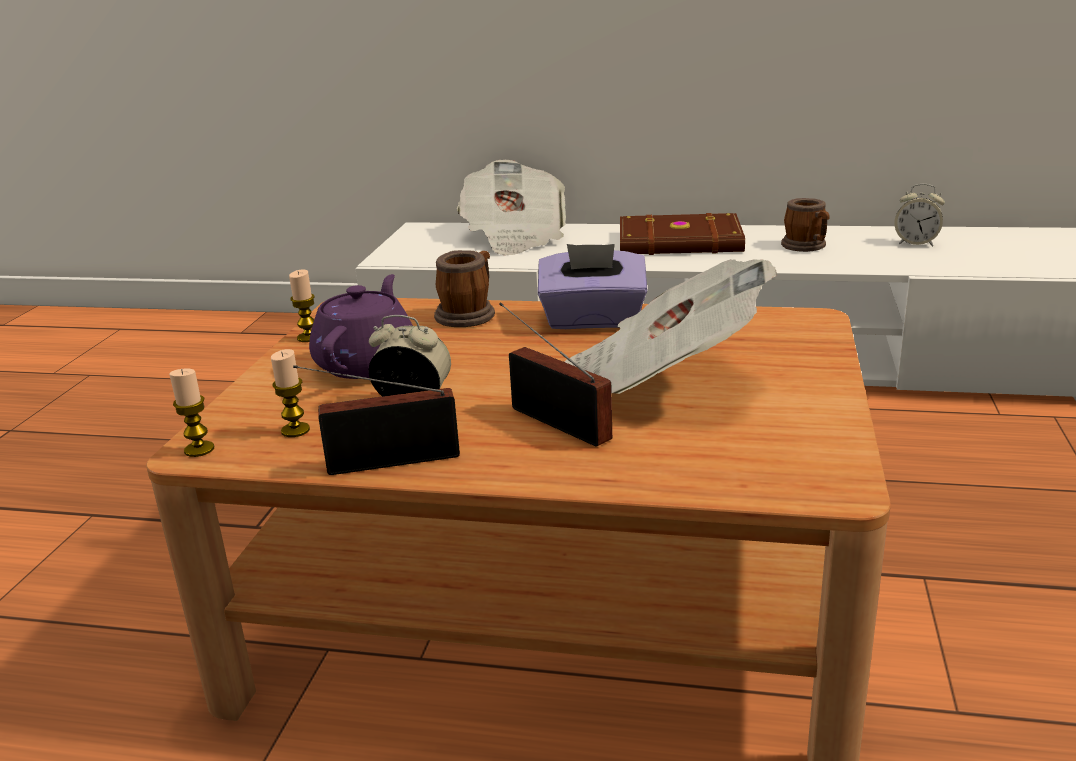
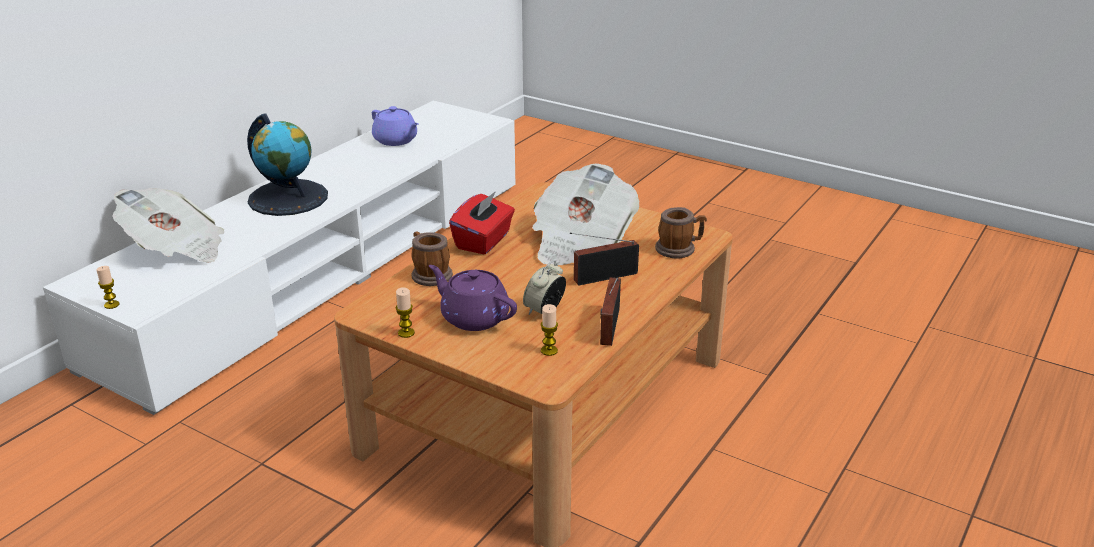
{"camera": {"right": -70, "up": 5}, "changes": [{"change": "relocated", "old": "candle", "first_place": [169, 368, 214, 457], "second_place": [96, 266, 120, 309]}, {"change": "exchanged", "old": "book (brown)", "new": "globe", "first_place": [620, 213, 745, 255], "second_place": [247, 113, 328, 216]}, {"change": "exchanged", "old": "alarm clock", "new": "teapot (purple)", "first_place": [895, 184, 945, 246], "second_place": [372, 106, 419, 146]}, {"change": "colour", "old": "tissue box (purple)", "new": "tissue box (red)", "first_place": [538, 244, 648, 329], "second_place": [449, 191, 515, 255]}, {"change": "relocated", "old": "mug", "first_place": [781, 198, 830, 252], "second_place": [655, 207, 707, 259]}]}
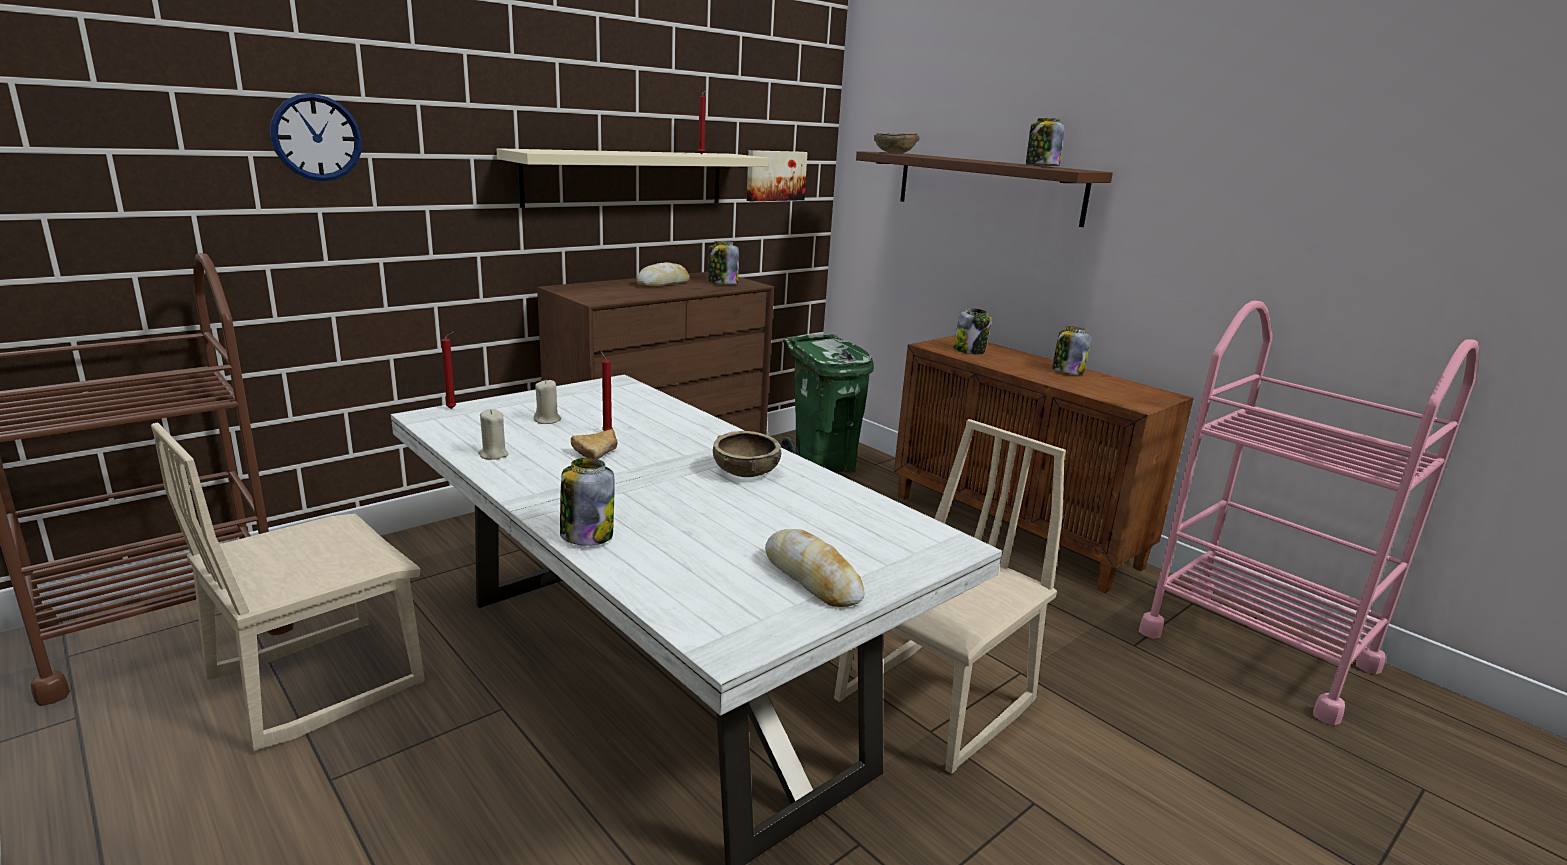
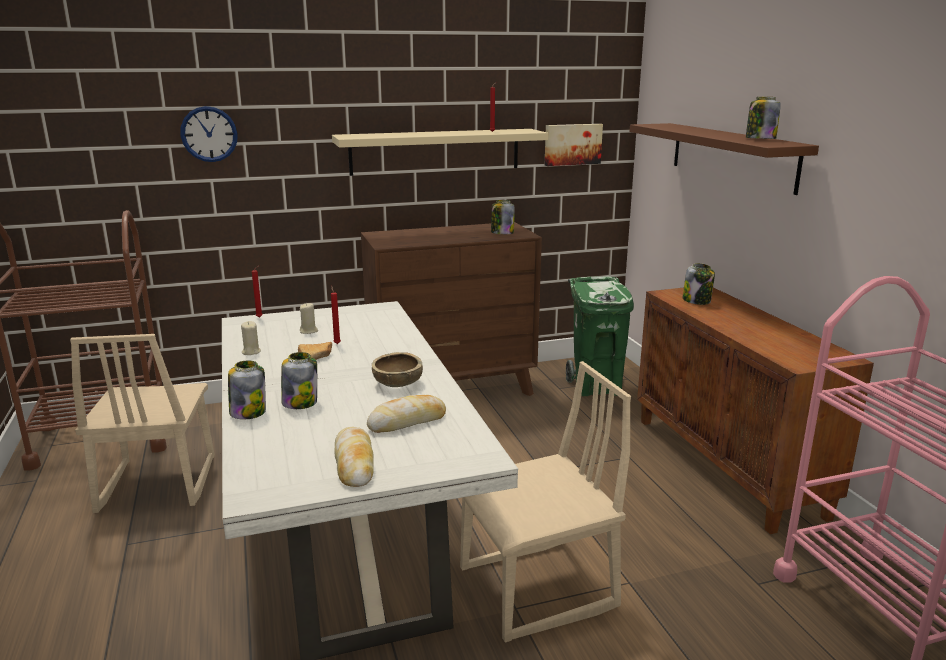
{"camera": {"right": 25, "up": 0}, "changes": [{"change": "spun", "old": "chair (beige)", "first_place": [151, 423, 425, 751], "second_place": [70, 334, 215, 513], "degrees": -75}, {"change": "relocated", "old": "jar", "first_place": [1052, 326, 1091, 375], "second_place": [281, 352, 317, 409]}, {"change": "relocated", "old": "bread", "first_place": [637, 262, 689, 287], "second_place": [367, 395, 446, 433]}, {"change": "missing", "old": "bowl (brown)", "first_place": [874, 133, 919, 154]}]}
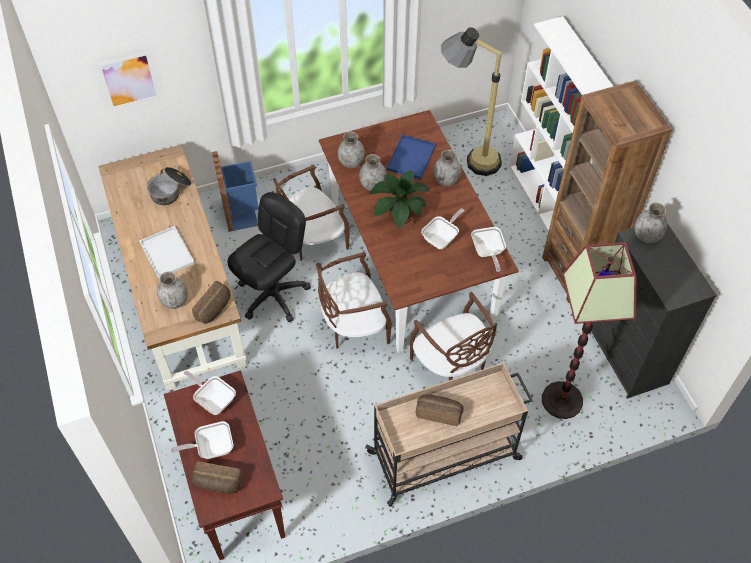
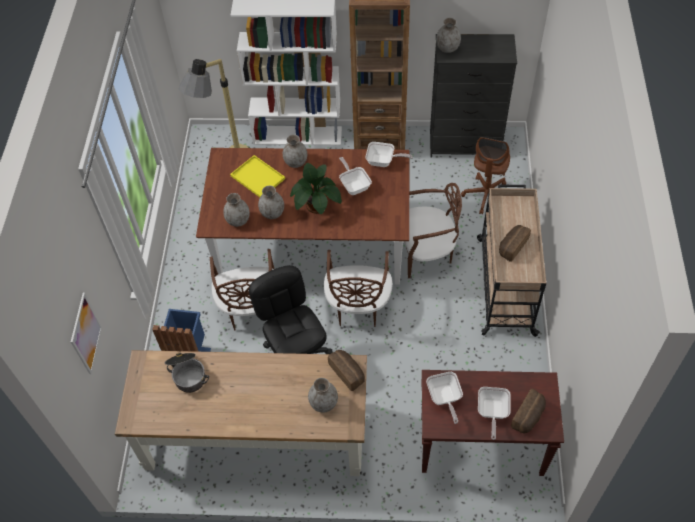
{"camera": {"right": -65, "up": 0}, "changes": [{"change": "colour", "old": "tray (blue)", "new": "tray (yellow)", "first_place": [387, 135, 436, 179], "second_place": [230, 155, 285, 197]}, {"change": "spun", "old": "frying pan", "first_place": [184, 371, 236, 415], "second_place": [426, 372, 463, 424], "degrees": -75}, {"change": "exchanged", "old": "floor lamp", "new": "office chair (brown)", "first_place": [542, 242, 636, 419], "second_place": [461, 137, 510, 215]}, {"change": "missing", "old": "tray (white)", "first_place": [139, 226, 195, 279]}]}
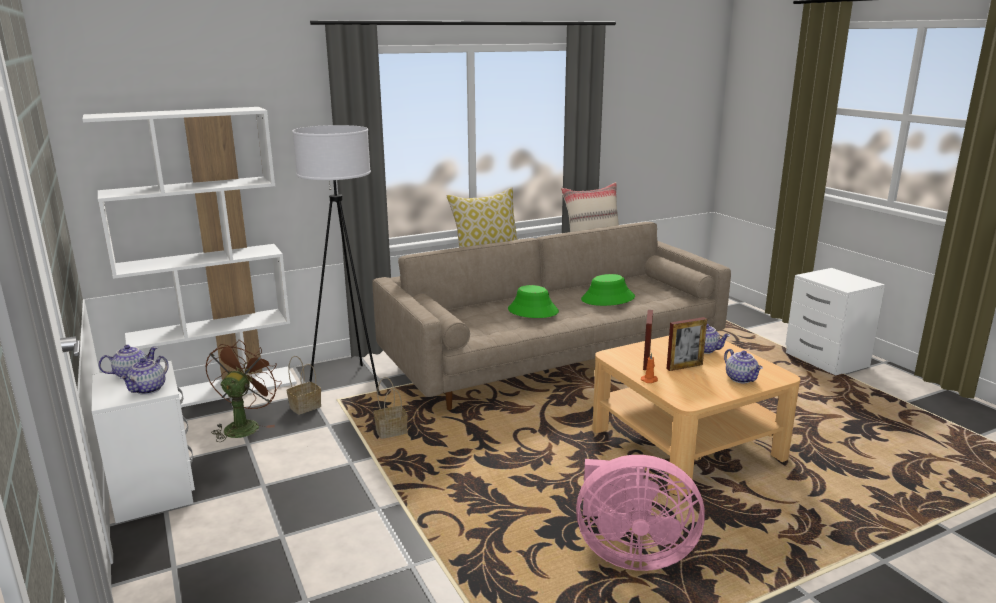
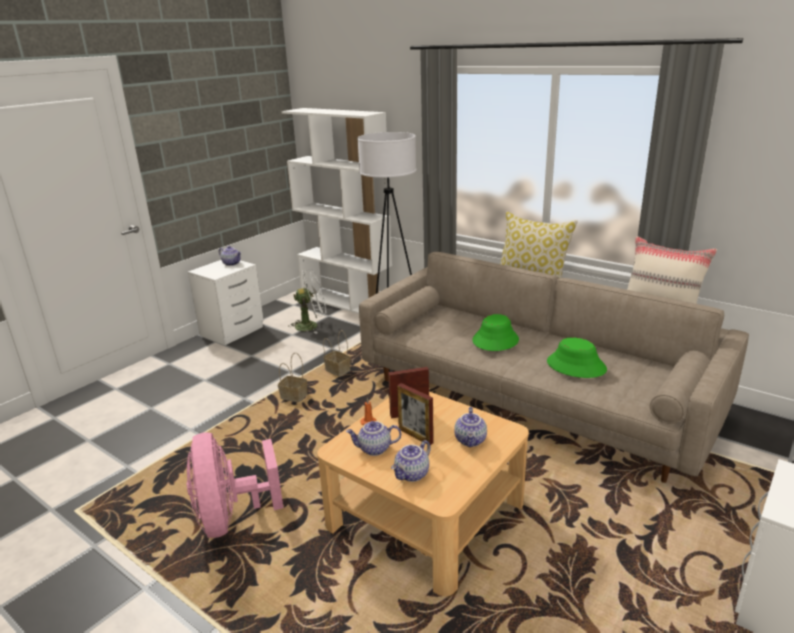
{"camera": {"right": 65, "up": 5}, "changes": [{"change": "relocated", "old": "basket", "first_place": [287, 356, 321, 415], "second_place": [278, 353, 307, 402]}, {"change": "colour", "old": "fan (brown)", "new": "fan (white)", "first_place": [205, 340, 282, 442], "second_place": [288, 269, 326, 334]}, {"change": "relocated", "old": "teapot", "first_place": [120, 356, 169, 395], "second_place": [346, 421, 401, 456]}]}
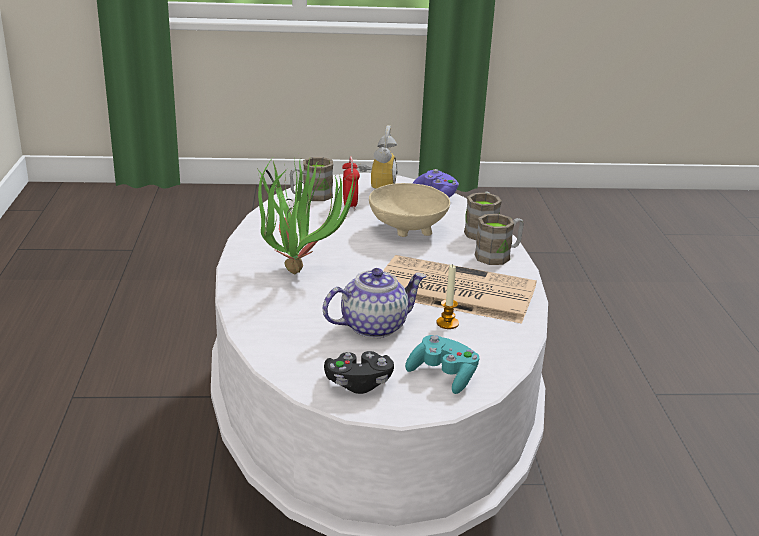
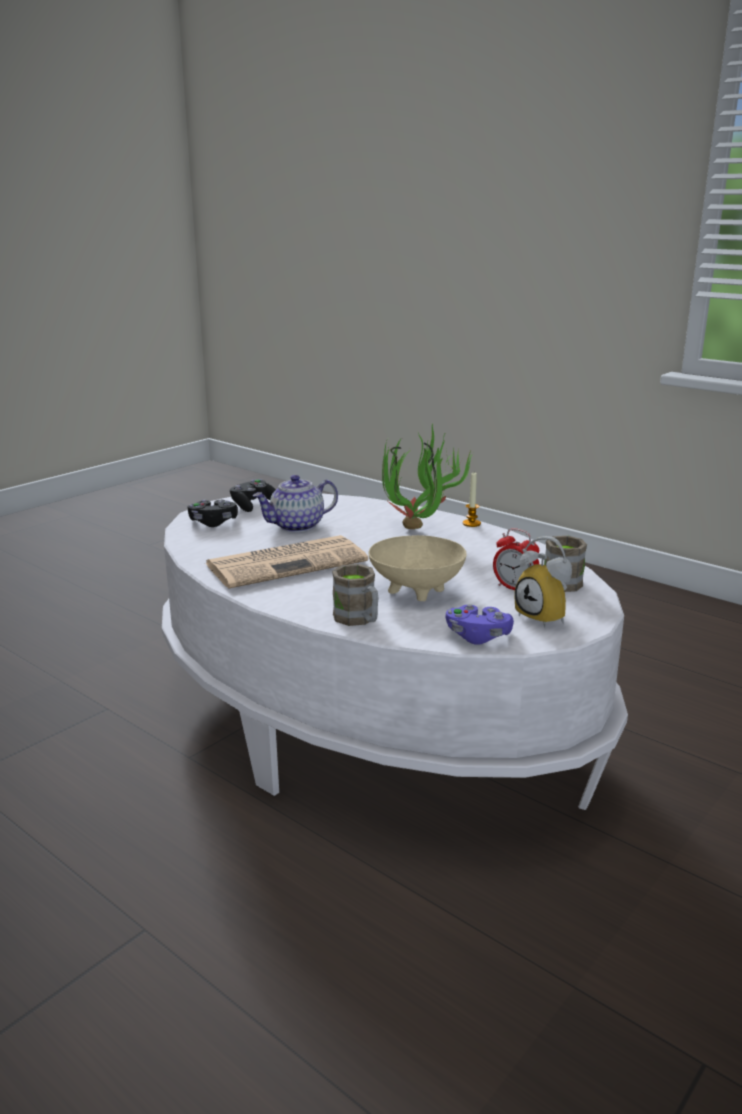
{"camera": {"right": 135, "up": -5}, "changes": [{"change": "colour", "old": "game controller (turquoise)", "new": "game controller (black)", "first_place": [405, 335, 479, 394], "second_place": [188, 500, 238, 527]}, {"change": "spun", "old": "teapot", "first_place": [323, 268, 426, 338], "second_place": [253, 475, 338, 532], "degrees": 45}, {"change": "relocated", "old": "candle", "first_place": [436, 264, 459, 329], "second_place": [463, 472, 481, 527]}, {"change": "missing", "old": "mug (brown)", "first_place": [474, 214, 524, 265]}]}
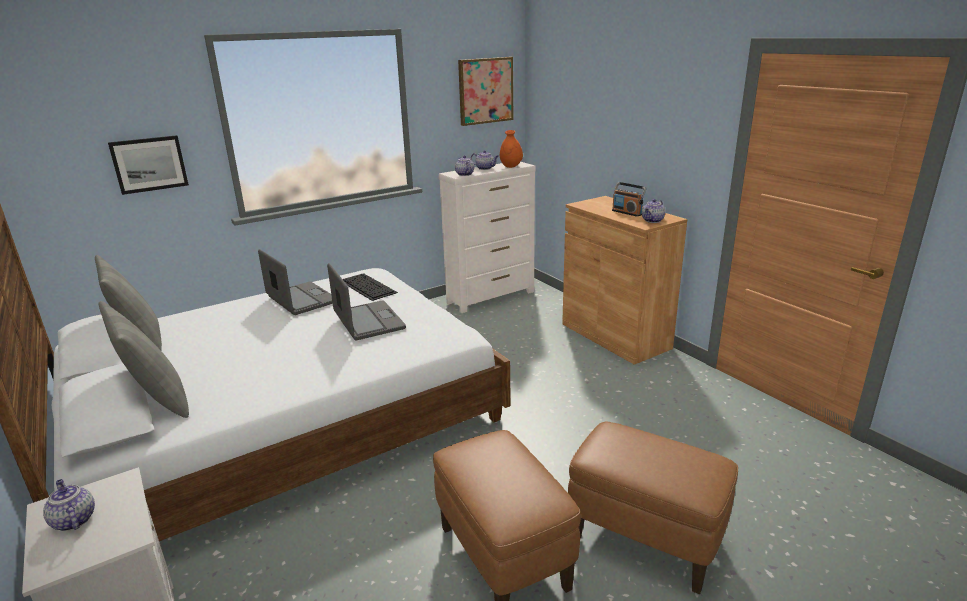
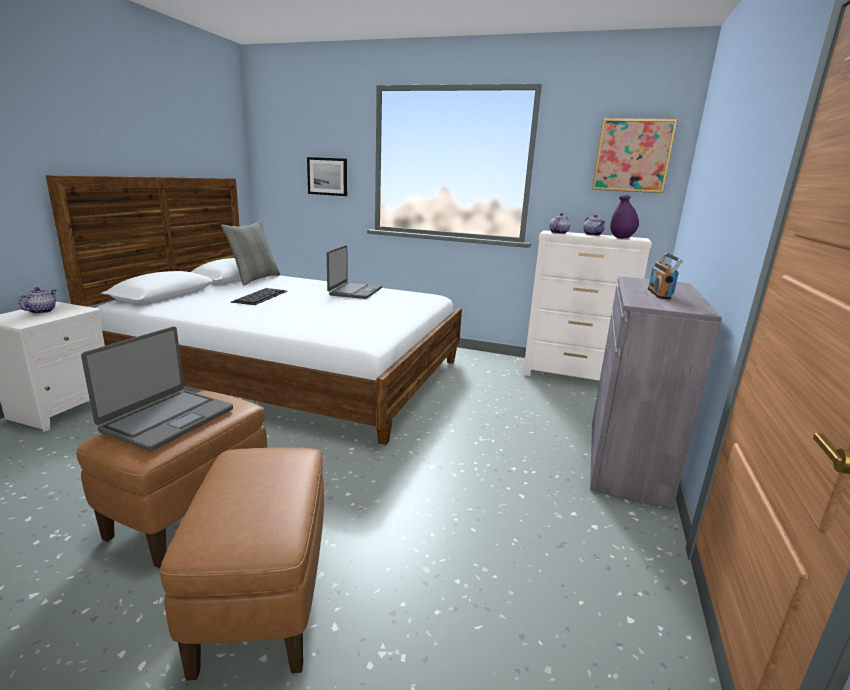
{"camera": {"right": 50, "up": -5}, "changes": [{"change": "relocated", "old": "laptop", "first_place": [327, 263, 406, 340], "second_place": [81, 327, 233, 451]}, {"change": "relocated", "old": "keyboard", "first_place": [343, 273, 398, 301], "second_place": [230, 288, 287, 305]}, {"change": "colour", "old": "cabinet (brown)", "new": "cabinet (grey)", "first_place": [562, 196, 687, 365], "second_place": [590, 276, 722, 508]}, {"change": "colour", "old": "vase (orange)", "new": "vase (purple)", "first_place": [500, 130, 523, 168], "second_place": [610, 195, 639, 239]}, {"change": "missing", "old": "pillow (grey)", "first_place": [99, 301, 189, 418]}, {"change": "missing", "old": "teapot", "first_place": [642, 199, 665, 223]}]}
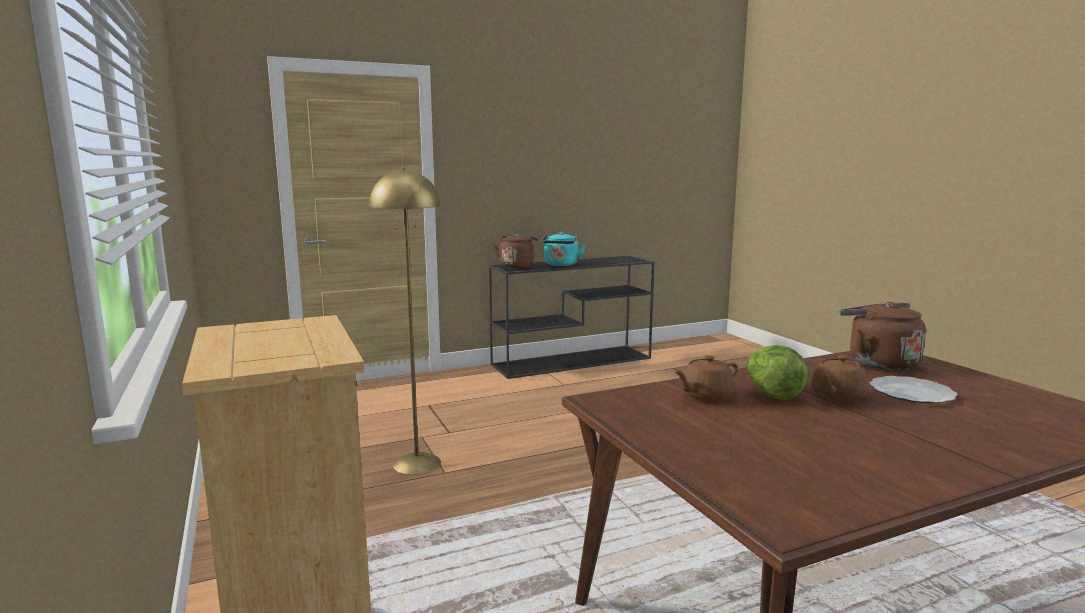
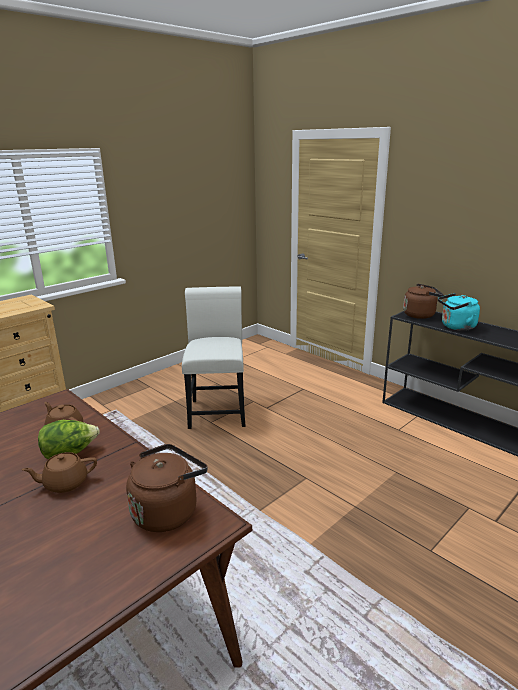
{"camera": {"right": 70, "up": 10}, "changes": [{"change": "spun", "old": "teapot (brown)", "first_place": [811, 355, 870, 402], "second_place": [21, 452, 97, 493], "degrees": -45}, {"change": "exchanged", "old": "floor lamp (yellow)", "new": "chair (white)", "first_place": [369, 168, 441, 475], "second_place": [182, 286, 246, 429]}, {"change": "missing", "old": "plate", "first_place": [870, 376, 958, 404]}]}
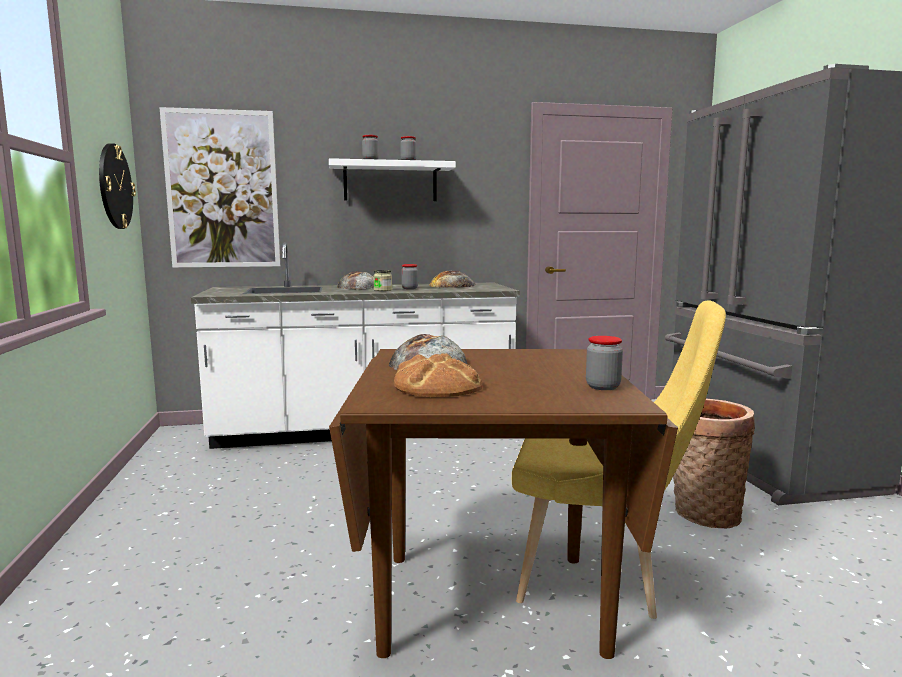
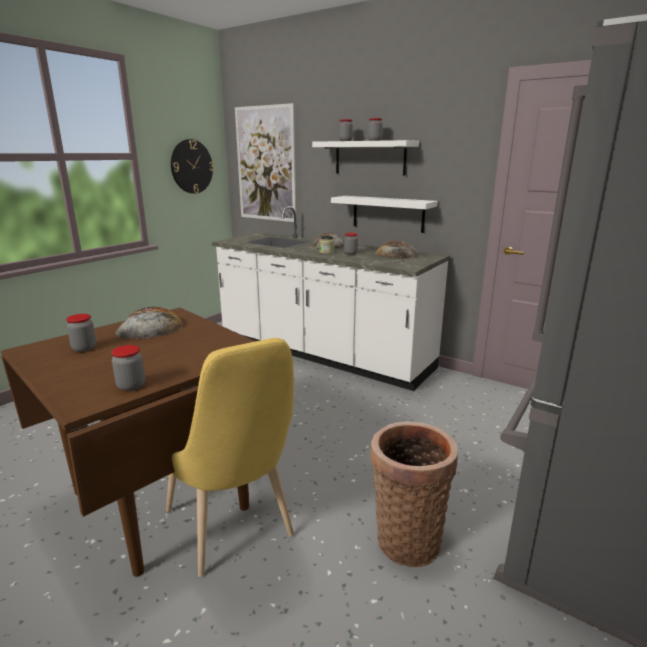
{"camera": {"right": 45, "up": 10}, "changes": [{"change": "exchanged", "old": "bread", "new": "jar", "first_place": [394, 353, 482, 397], "second_place": [66, 314, 96, 352]}, {"change": "appeared", "new": "shelf (white)", "second_place": [331, 196, 438, 233]}]}
